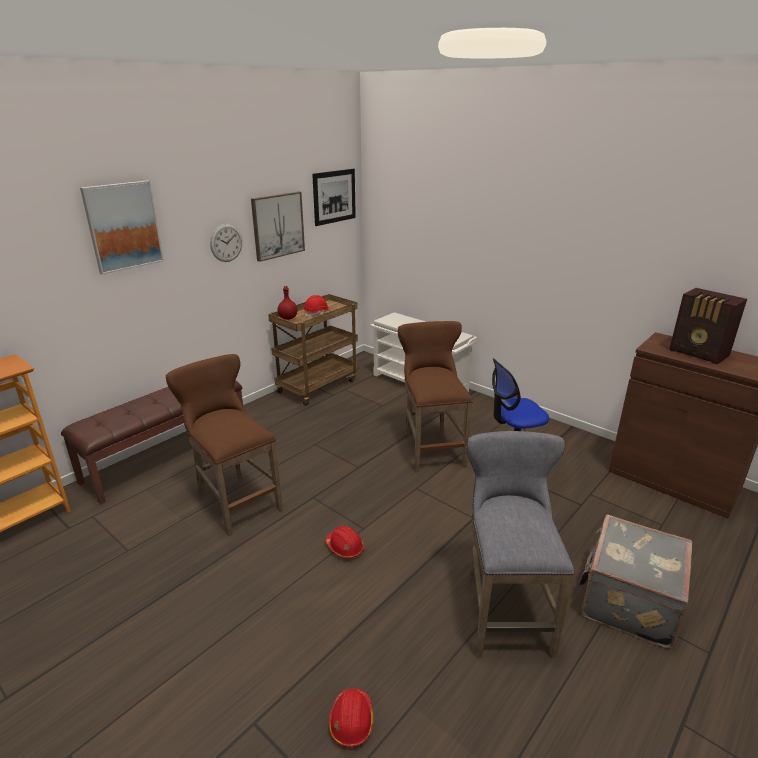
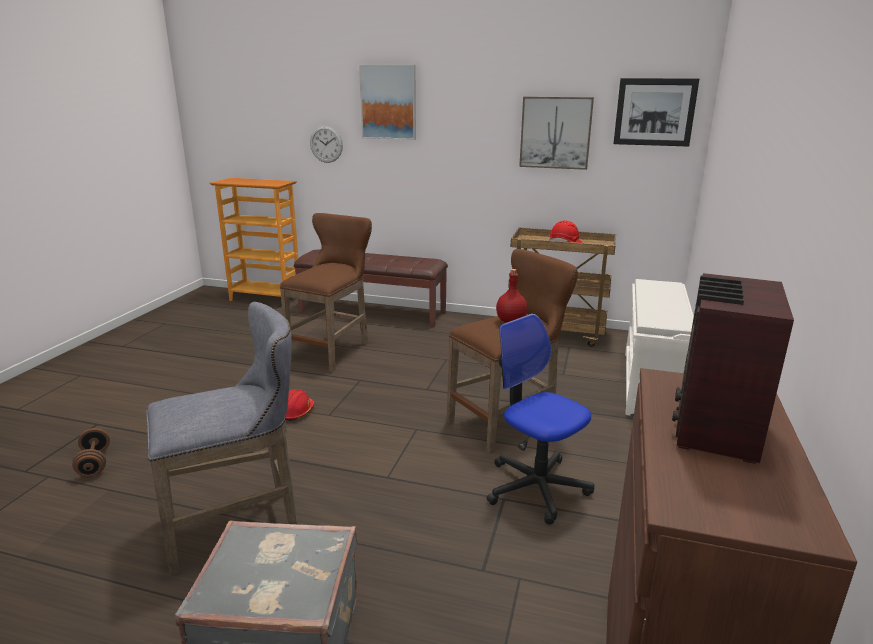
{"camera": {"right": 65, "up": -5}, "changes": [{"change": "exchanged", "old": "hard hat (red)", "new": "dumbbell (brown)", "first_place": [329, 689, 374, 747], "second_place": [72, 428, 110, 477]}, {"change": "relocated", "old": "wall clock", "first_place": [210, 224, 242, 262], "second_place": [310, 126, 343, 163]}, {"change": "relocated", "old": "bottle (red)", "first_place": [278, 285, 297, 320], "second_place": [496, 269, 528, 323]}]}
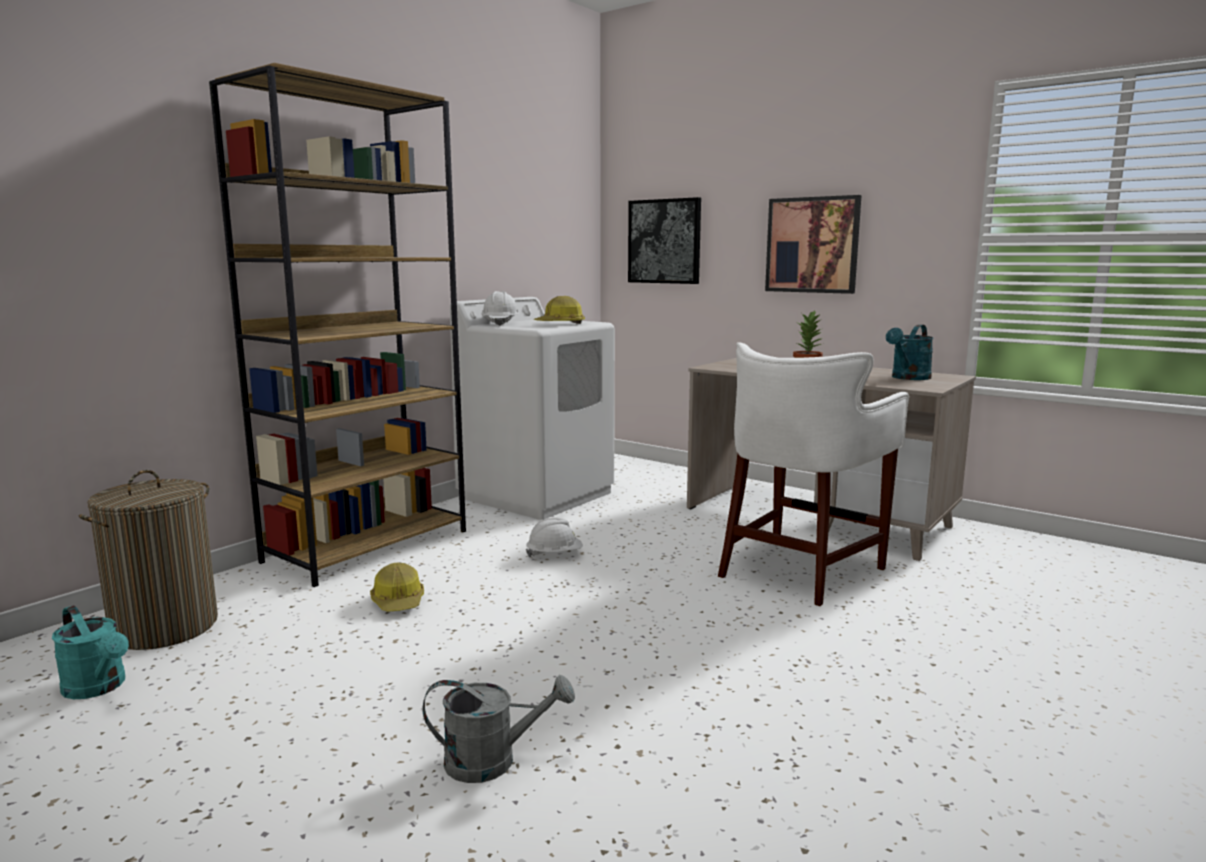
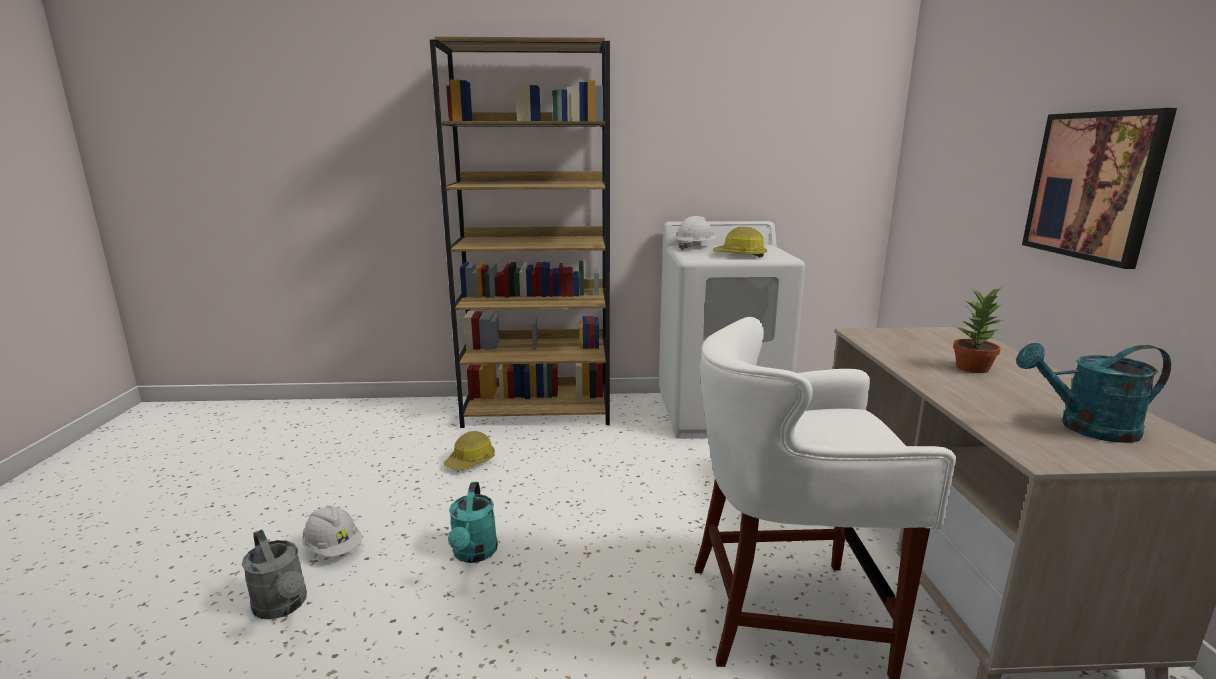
{"camera": {"right": 50, "up": 5}, "changes": [{"change": "relocated", "old": "hard hat (white)", "first_place": [526, 518, 583, 557], "second_place": [302, 505, 363, 557]}, {"change": "relocated", "old": "watering can (turquoise)", "first_place": [52, 605, 129, 699], "second_place": [448, 482, 498, 563]}, {"change": "missing", "old": "laundry basket", "first_place": [79, 470, 218, 650]}, {"change": "missing", "old": "picture", "first_place": [628, 197, 701, 284]}]}
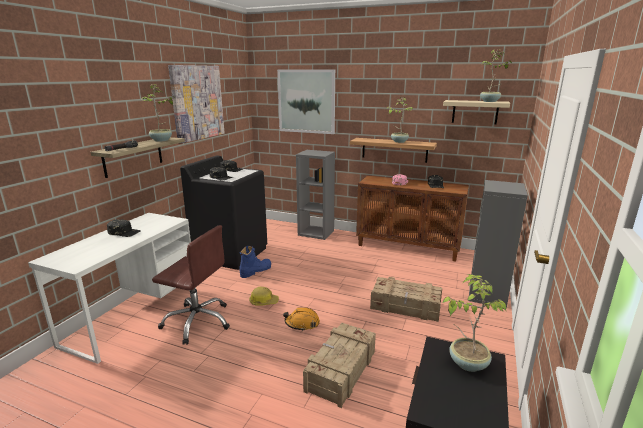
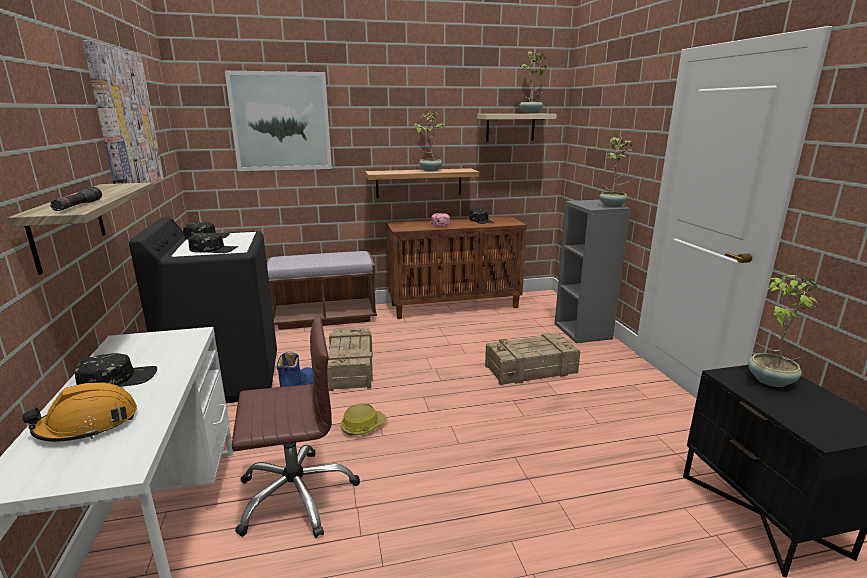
{"camera": {"right": -35, "up": 0}, "changes": [{"change": "relocated", "old": "hard hat (orange)", "first_place": [283, 307, 320, 331], "second_place": [22, 382, 137, 442]}, {"change": "exchanged", "old": "bookcase (grey)", "new": "bench (brown)", "first_place": [296, 150, 335, 240], "second_place": [267, 251, 377, 330]}, {"change": "relocated", "old": "crate", "first_place": [303, 323, 376, 408], "second_place": [327, 328, 373, 391]}, {"change": "relocated", "old": "potted plant", "first_place": [141, 84, 175, 142], "second_place": [599, 137, 634, 207]}]}
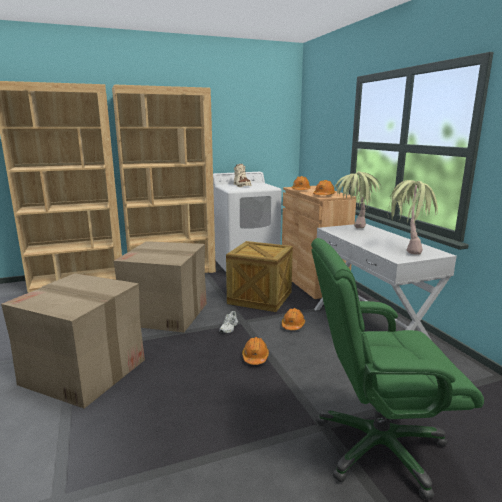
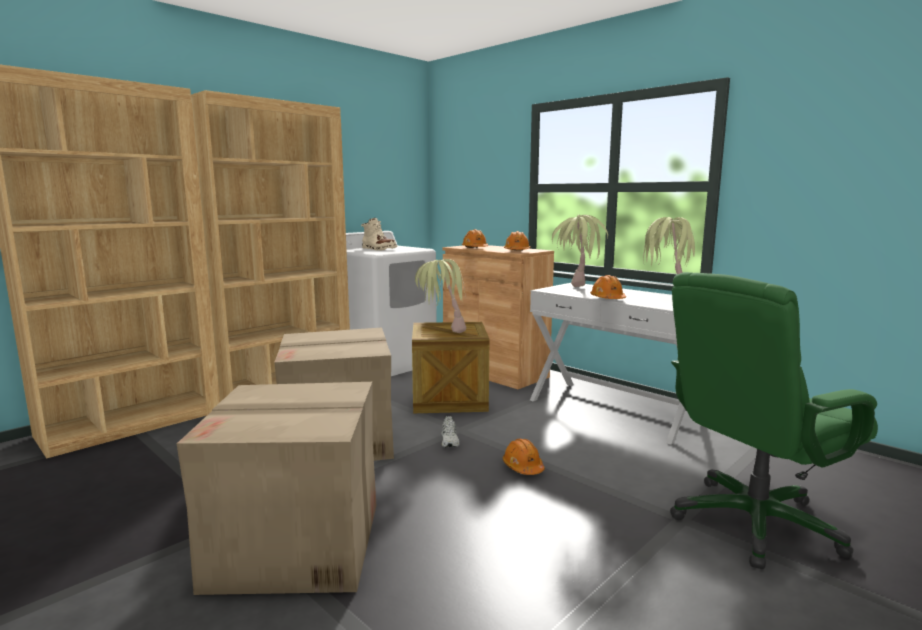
{"camera": {"right": -25, "up": -5}, "changes": [{"change": "appeared", "new": "potted plant", "second_place": [415, 259, 466, 333]}, {"change": "relocated", "old": "hard hat (orange)", "first_place": [282, 308, 305, 330], "second_place": [590, 275, 626, 299]}]}
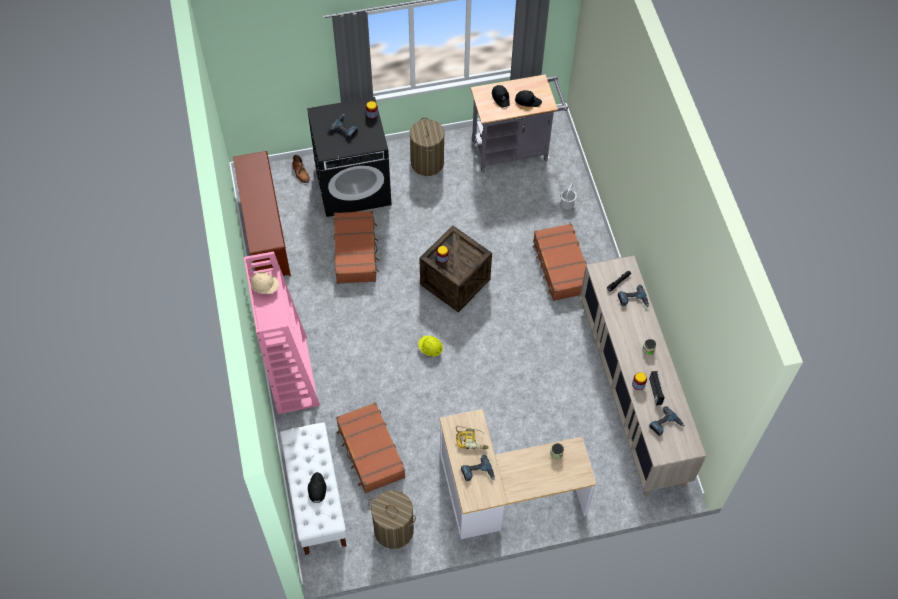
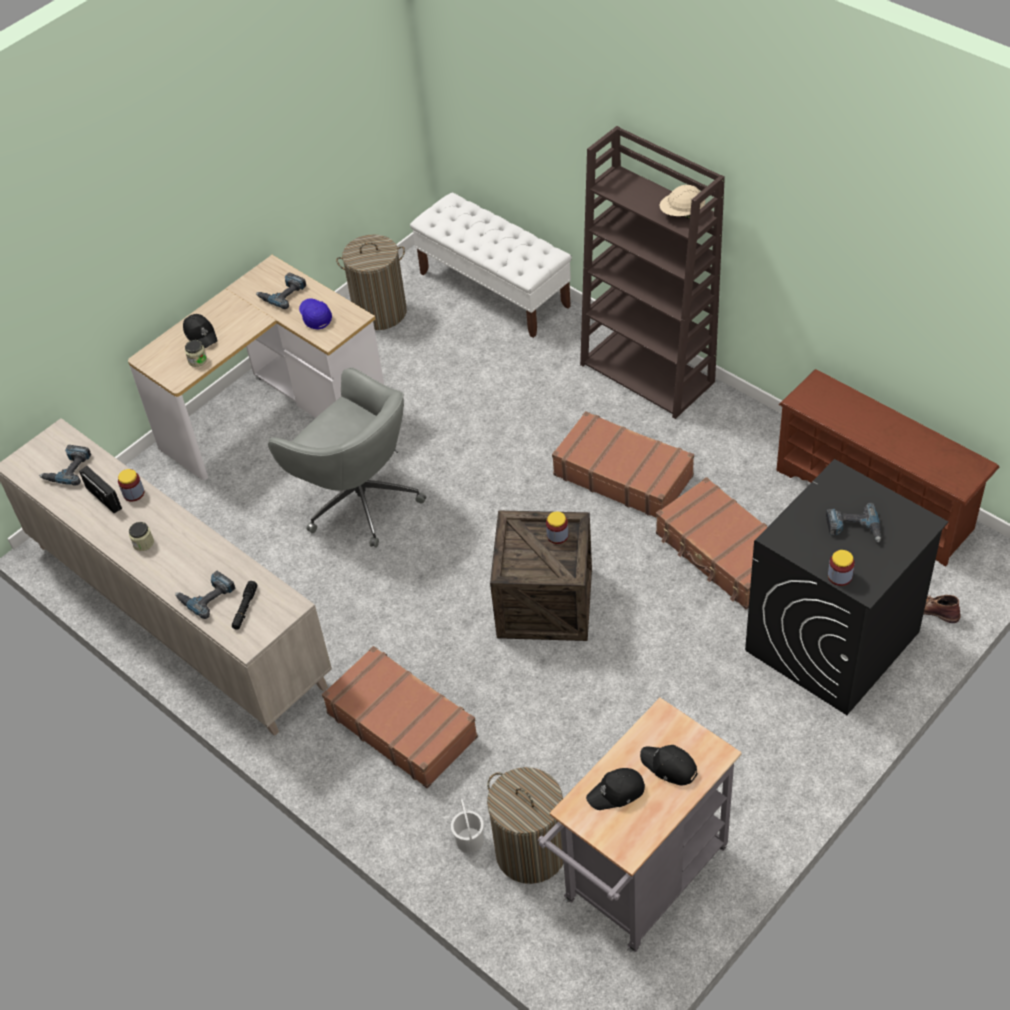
{"camera": {"right": 150, "up": -10}, "changes": [{"change": "relocated", "old": "cap (black)", "first_place": [308, 472, 326, 503], "second_place": [183, 314, 218, 348]}, {"change": "appeared", "new": "office chair (grey)", "second_place": [268, 367, 426, 548]}, {"change": "exchanged", "old": "power drill", "new": "cap (blue)", "first_place": [456, 426, 489, 450], "second_place": [299, 298, 332, 330]}, {"change": "relocated", "old": "laundry basket", "first_place": [410, 117, 444, 176], "second_place": [487, 767, 563, 884]}, {"change": "relocated", "old": "suitcase (brown)", "first_place": [336, 402, 406, 493], "second_place": [552, 411, 694, 518]}, {"change": "colour", "old": "bookcase (pink)", "new": "bookcase (brown)", "first_place": [243, 251, 320, 414], "second_place": [580, 126, 725, 419]}, {"change": "missing", "old": "hard hat (yellow)", "first_place": [418, 336, 443, 357]}]}
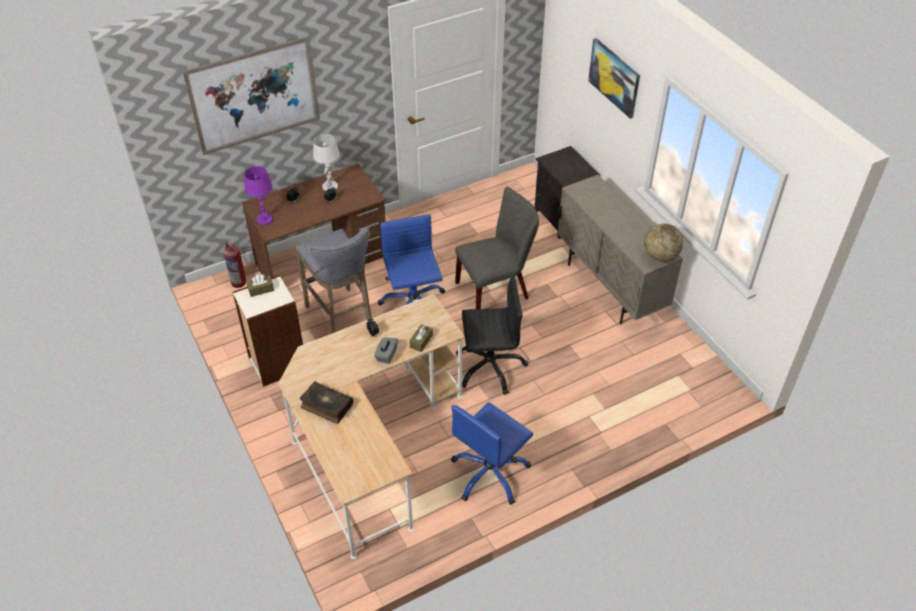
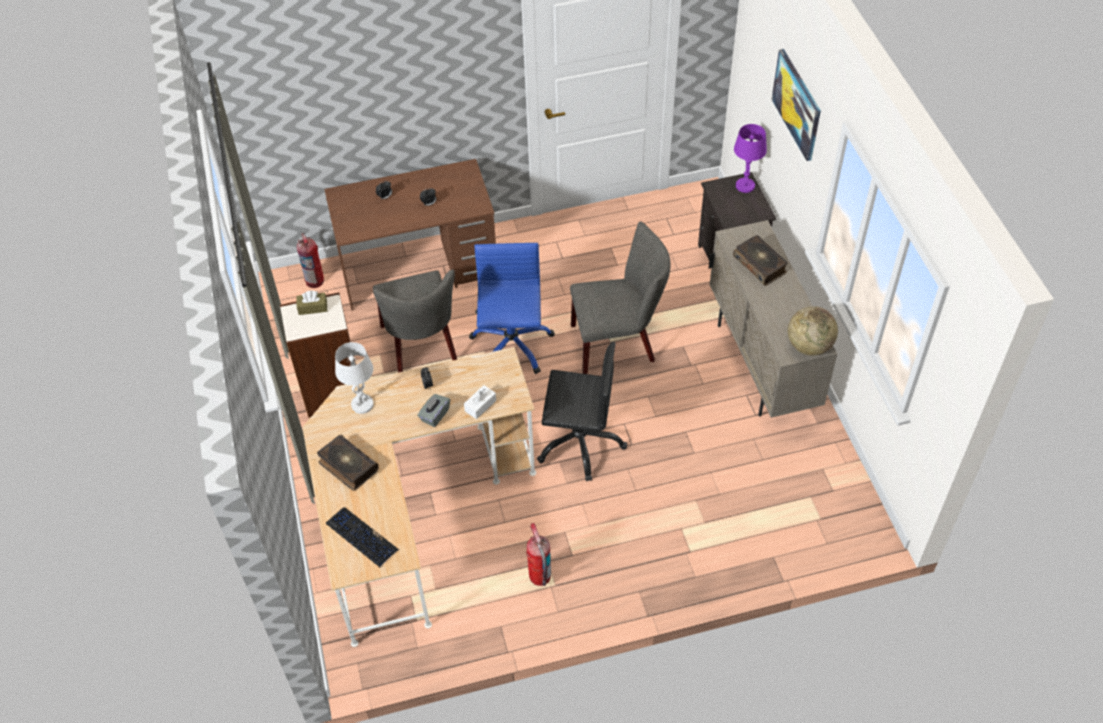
{"camera": {"right": 15, "up": 5}, "changes": [{"change": "appeared", "new": "keyboard", "second_place": [326, 507, 399, 568]}, {"change": "relocated", "old": "table lamp (white)", "first_place": [313, 134, 340, 191], "second_place": [335, 342, 374, 414]}, {"change": "exchanged", "old": "stool (grey)", "new": "chair (grey)", "first_place": [295, 226, 372, 333], "second_place": [373, 269, 457, 373]}, {"change": "colour", "old": "tissue box (brown)", "new": "tissue box (white)", "first_place": [409, 324, 433, 352], "second_place": [464, 385, 496, 419]}, {"change": "exchanged", "old": "office chair (blue)", "new": "fire extinguisher", "first_place": [451, 402, 533, 505], "second_place": [526, 523, 551, 586]}, {"change": "appeared", "new": "book", "second_place": [733, 235, 788, 286]}, {"change": "relocated", "old": "table lamp (purple)", "first_place": [244, 166, 273, 225], "second_place": [734, 124, 767, 193]}, {"change": "missing", "old": "picture", "first_place": [182, 36, 320, 155]}]}
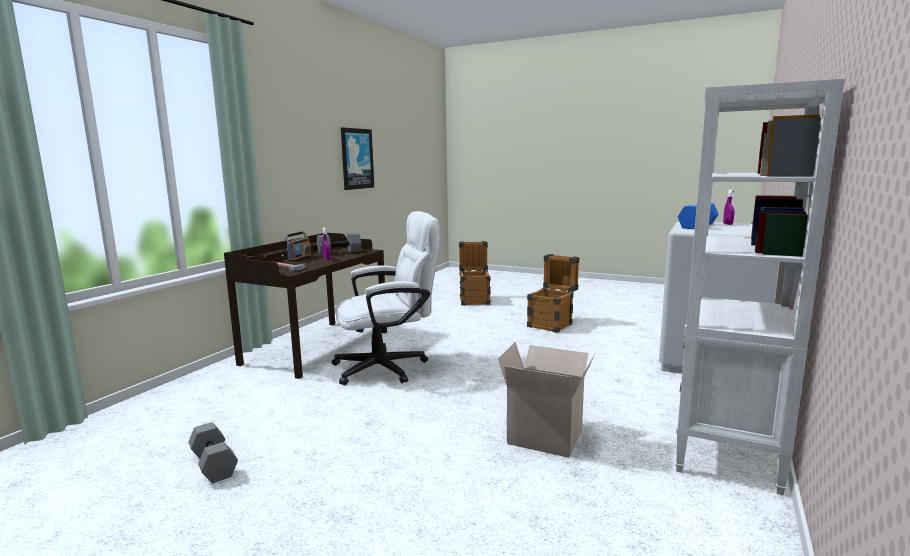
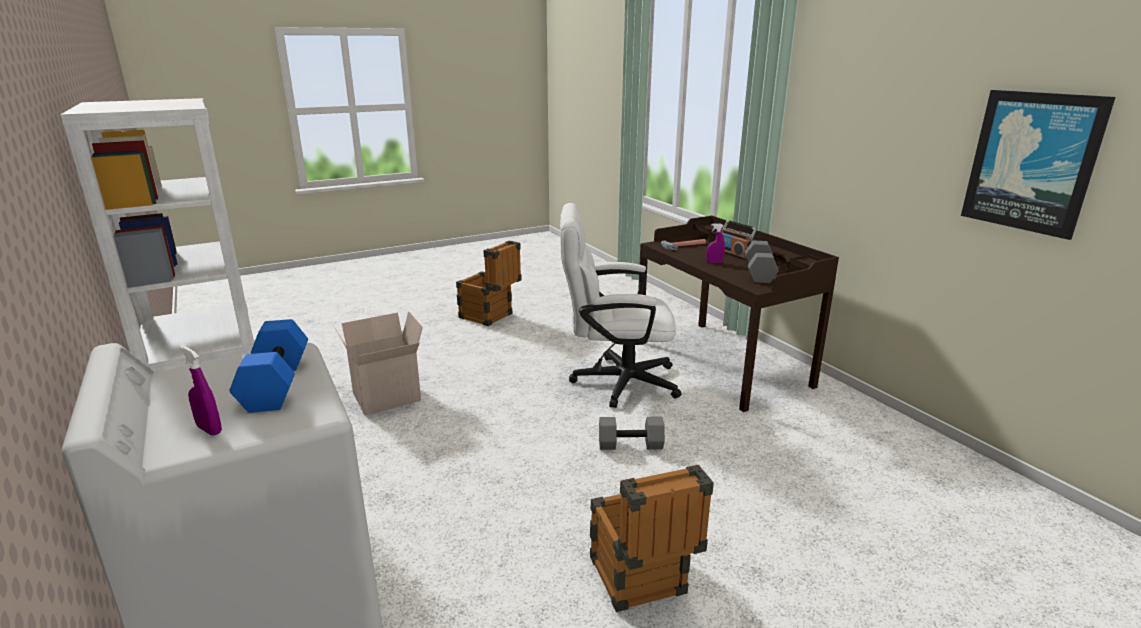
{"camera": {"right": 125, "up": 10}, "changes": [{"change": "relocated", "old": "crate", "first_place": [459, 241, 491, 305], "second_place": [456, 241, 521, 326]}, {"change": "spun", "old": "office chair (white)", "first_place": [332, 211, 440, 385], "second_place": [560, 203, 682, 408], "degrees": 75}, {"change": "relocated", "old": "dumbbell (grey)", "first_place": [188, 422, 238, 483], "second_place": [599, 417, 665, 450]}]}
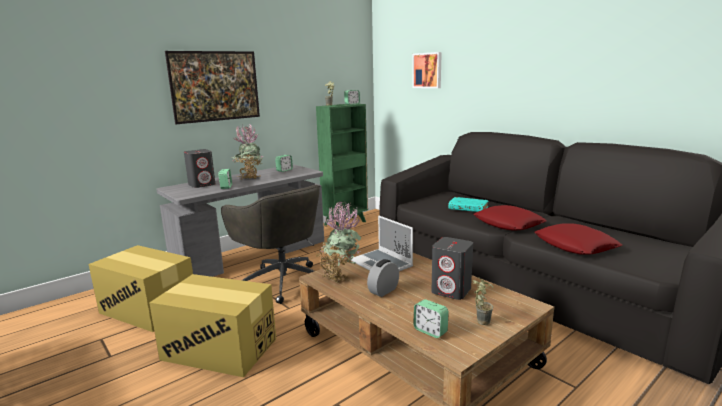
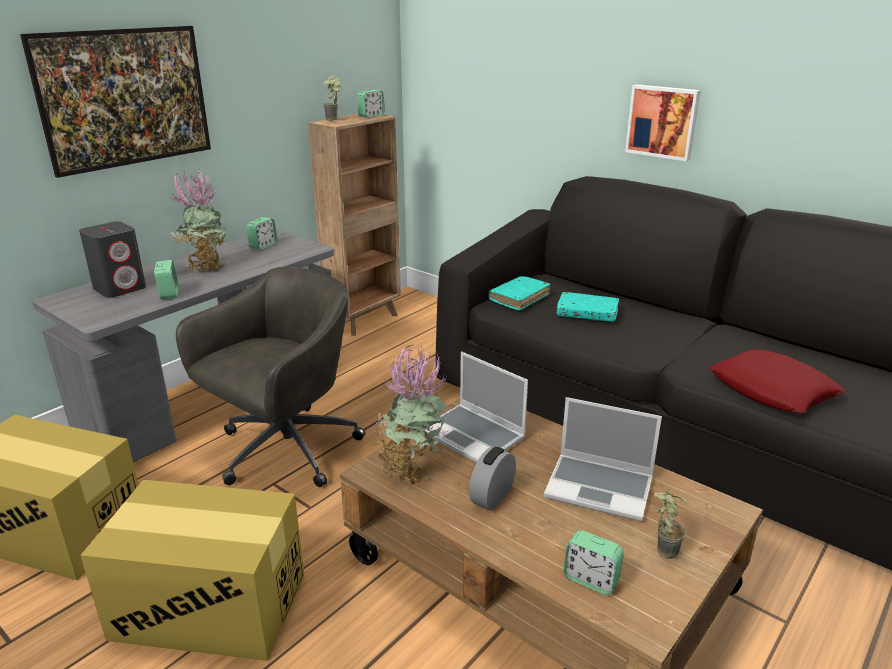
{"camera": {"right": -10, "up": 10}, "changes": [{"change": "spun", "old": "office chair (grey)", "first_place": [221, 185, 320, 304], "second_place": [176, 267, 365, 487], "degrees": -90}, {"change": "colour", "old": "bookcase (green)", "new": "bookcase (brown)", "first_place": [316, 104, 368, 228], "second_place": [308, 114, 401, 336]}, {"change": "appeared", "new": "book (turquoise)", "second_place": [489, 276, 550, 311]}, {"change": "exchanged", "old": "speaker (grey)", "new": "laptop", "first_place": [431, 237, 473, 300], "second_place": [544, 397, 662, 521]}, {"change": "relocated", "old": "picture", "first_place": [412, 52, 442, 88], "second_place": [625, 84, 701, 161]}, {"change": "missing", "old": "pillow (red)", "first_place": [474, 205, 547, 231]}]}
